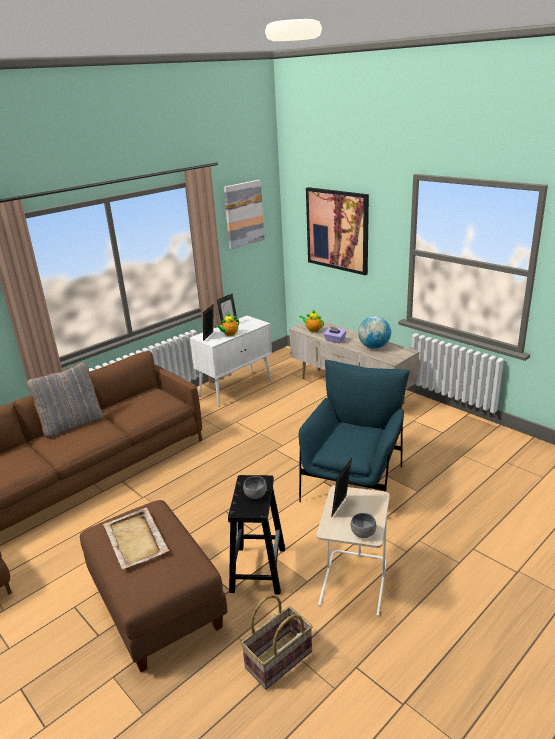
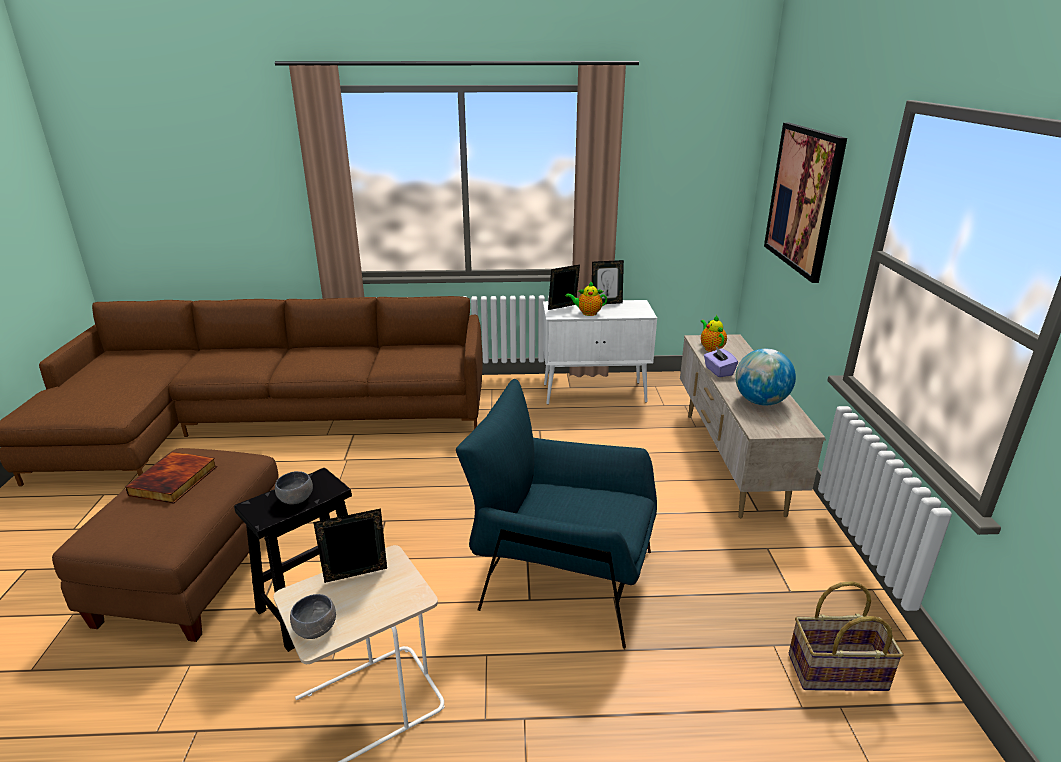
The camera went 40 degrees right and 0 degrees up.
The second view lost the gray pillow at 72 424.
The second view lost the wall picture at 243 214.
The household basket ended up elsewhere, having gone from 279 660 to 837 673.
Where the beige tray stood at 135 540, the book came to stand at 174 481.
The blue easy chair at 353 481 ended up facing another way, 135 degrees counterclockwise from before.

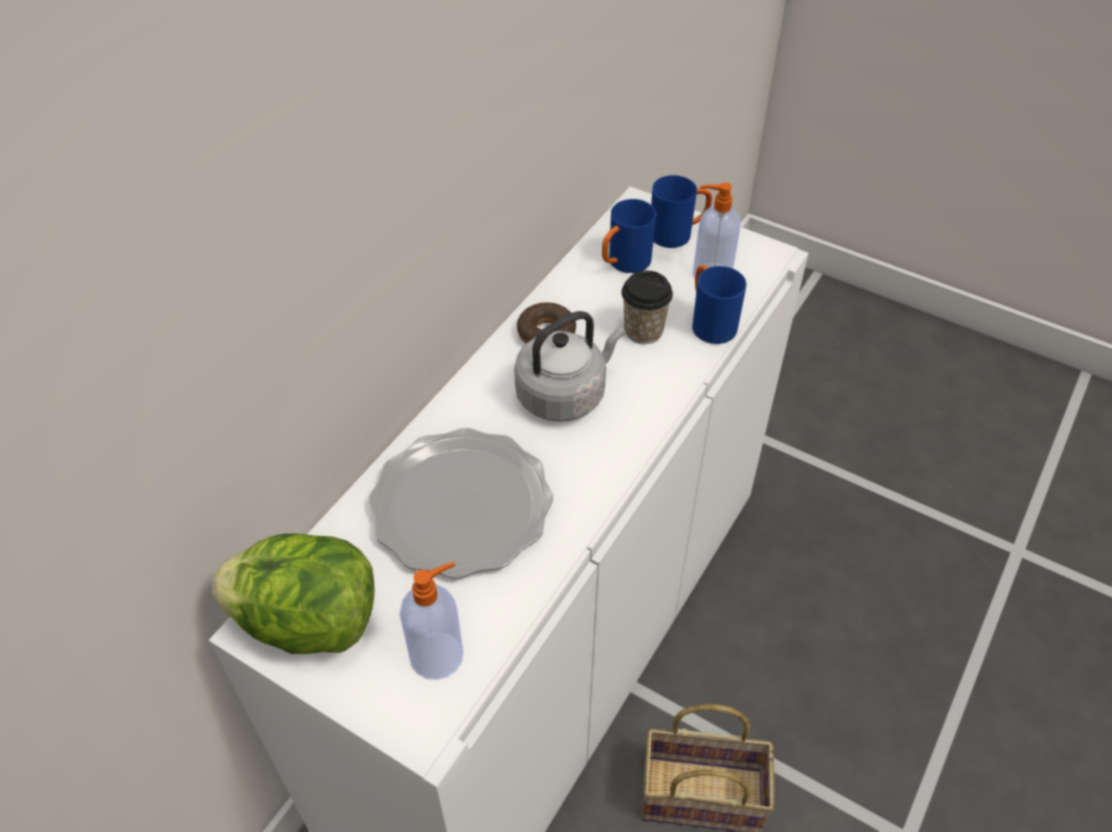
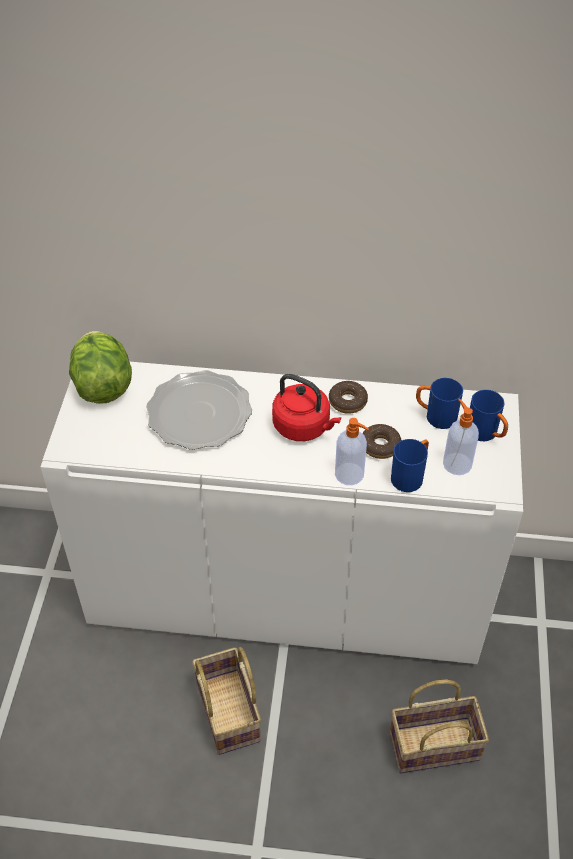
The camera went 65 degrees right and 0 degrees up.
The second view gained the household basket at 436 744.
The soap bottle ended up elsewhere, having gone from 438 655 to 350 475.
Where the small cup stood at 643 331, the doughnut came to stand at 380 445.
What was the gray kettle at 565 394 turned into the red kettle at 304 427.

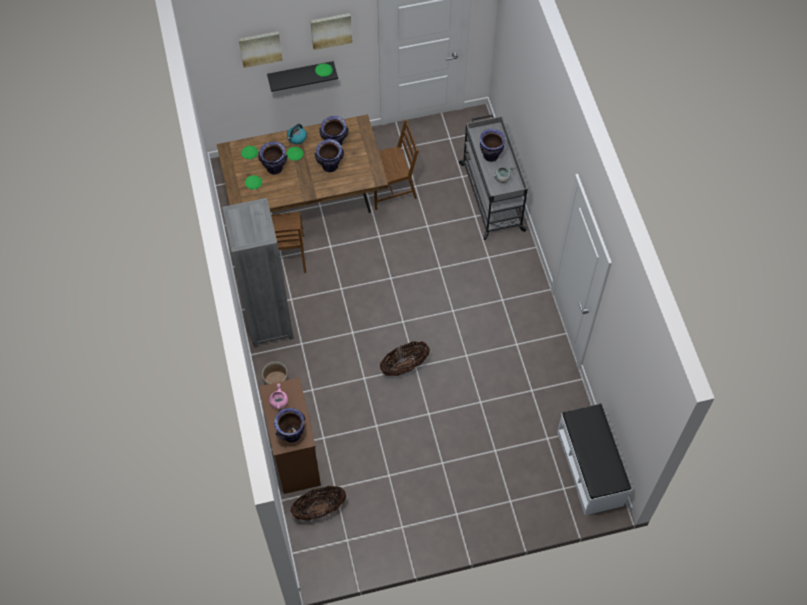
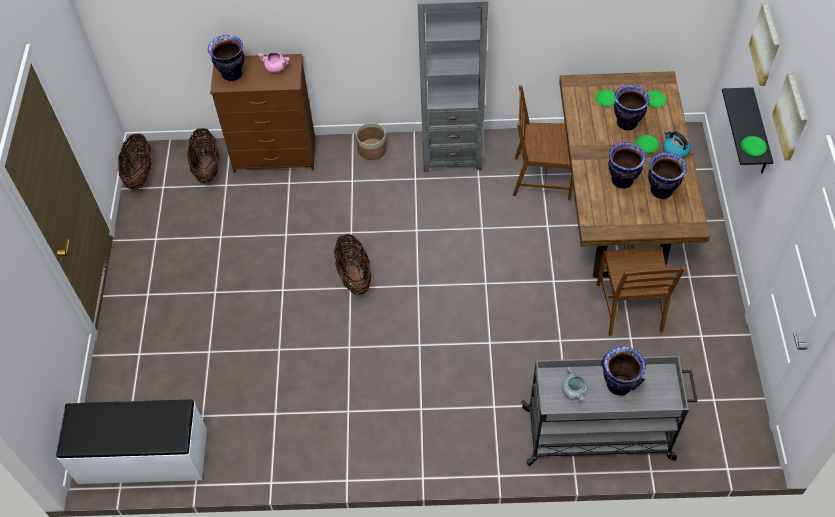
The camera went 105 degrees right and 5 degrees down.
The second view gained the household basket at 140 174.

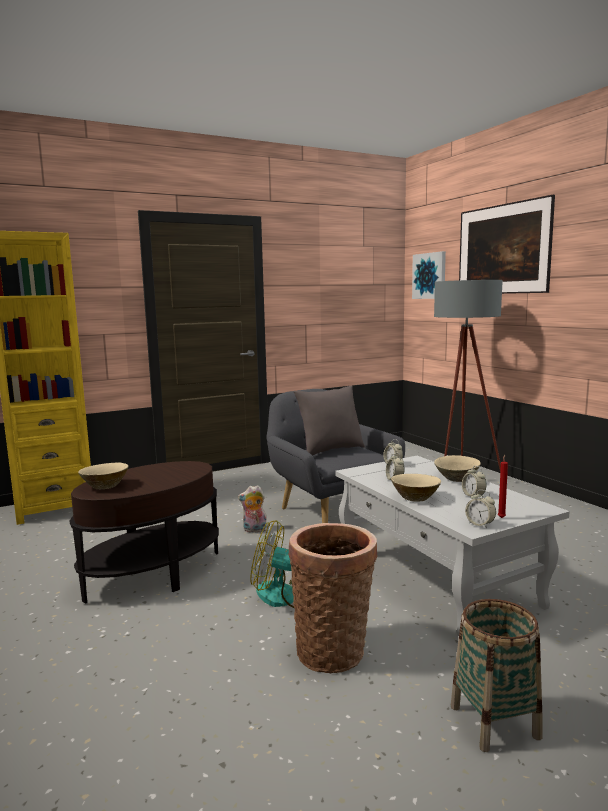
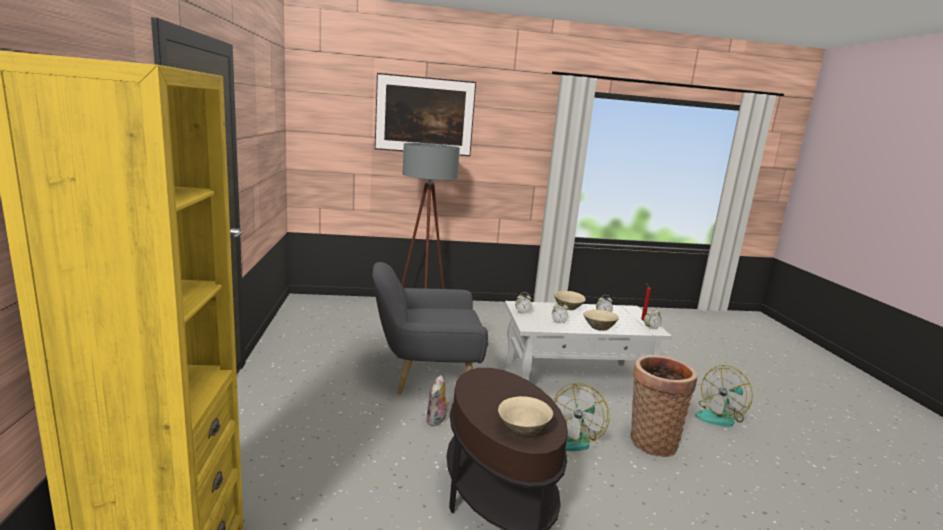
The camera went 70 degrees left and 5 degrees up.
The second view lost the gray pillow at 330 450.
The second view lost the wall picture at 429 276.
Where the household basket stood at 494 721, the electric fan came to stand at 720 417.

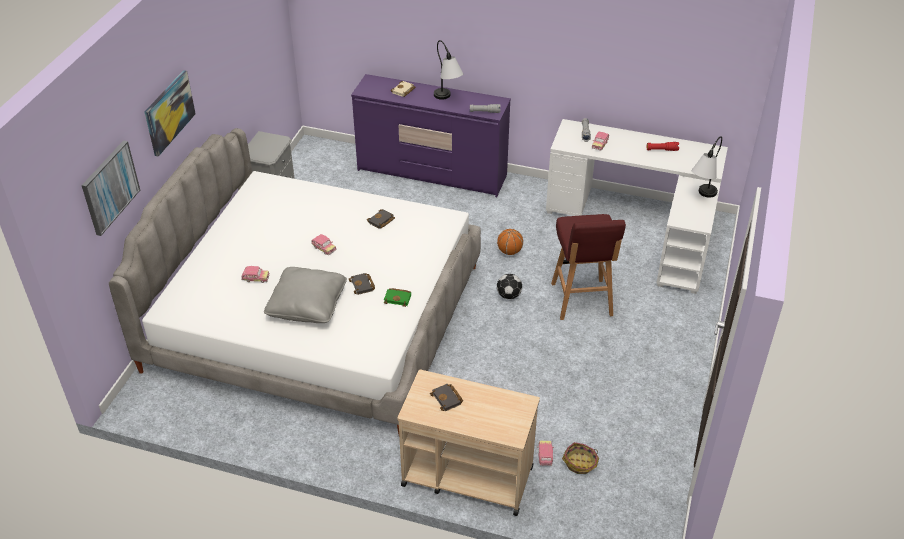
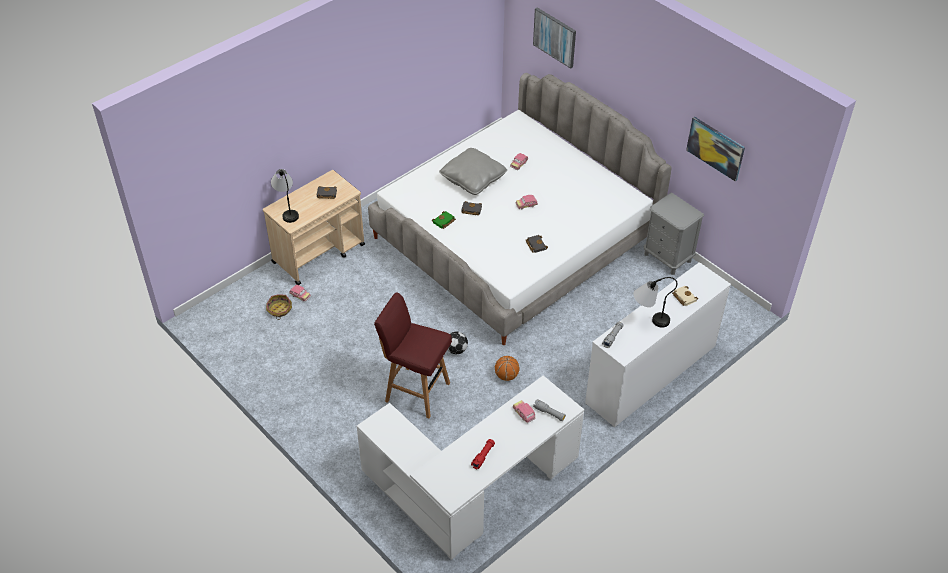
The camera went 120 degrees right and 5 degrees up.
The wall picture ended up elsewhere, having gone from 169 112 to 715 148.
The tabletop lamp ended up elsewhere, having gone from 701 198 to 287 209.
What was the purplish dresser at 432 173 turned into the white-coloured dresser at 651 374.

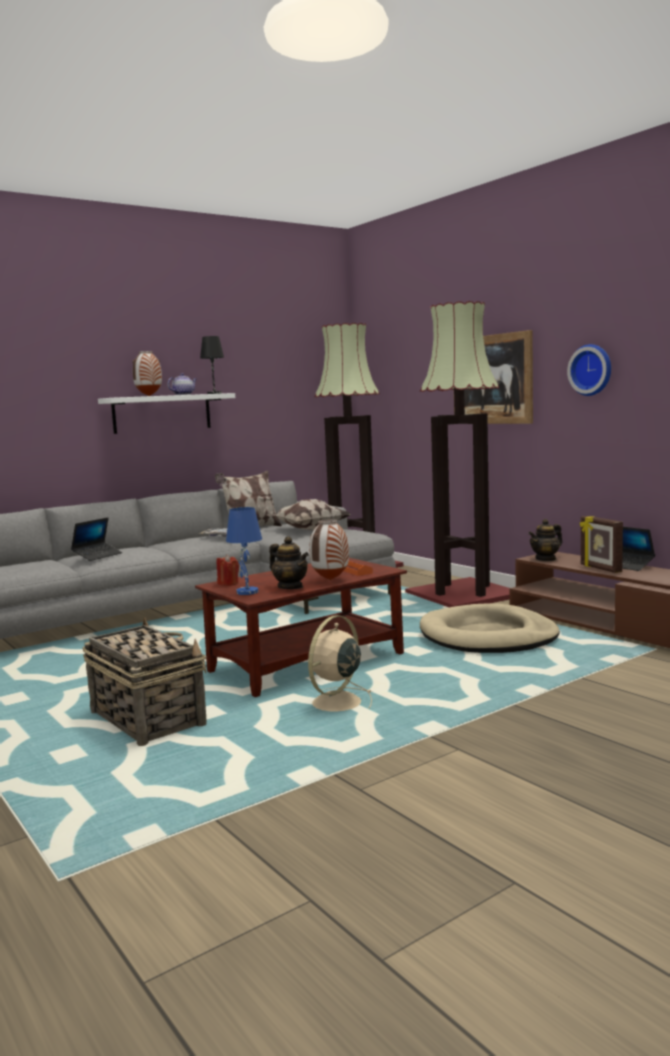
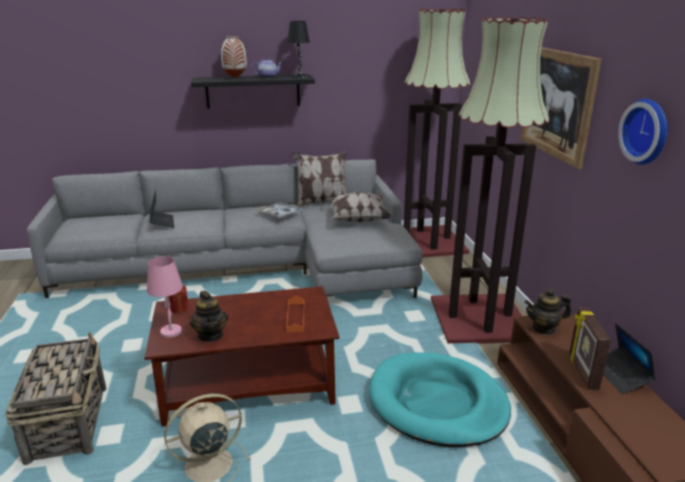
The camera went 25 degrees right and 15 degrees up.
The second view lost the vase at 330 580.
What was the white-coloured bracket shelf at 162 413 turned into the black bracket shelf at 253 91.
What was the blue tabletop lamp at 246 592 turned into the pink-coloured tabletop lamp at 170 331.
What was the beige dog bed at 488 636 turned into the turquoise dog bed at 437 403.
The notebook computer at 97 556 ended up facing another way, 75 degrees counterclockwise from before.

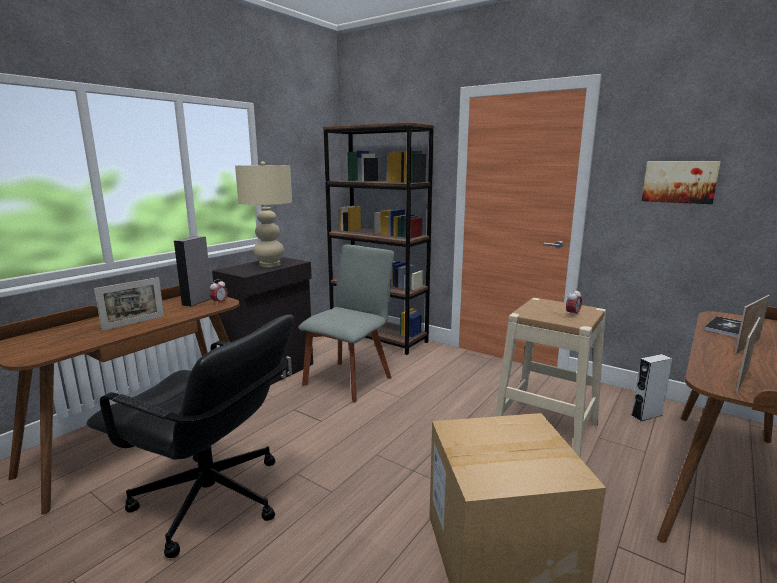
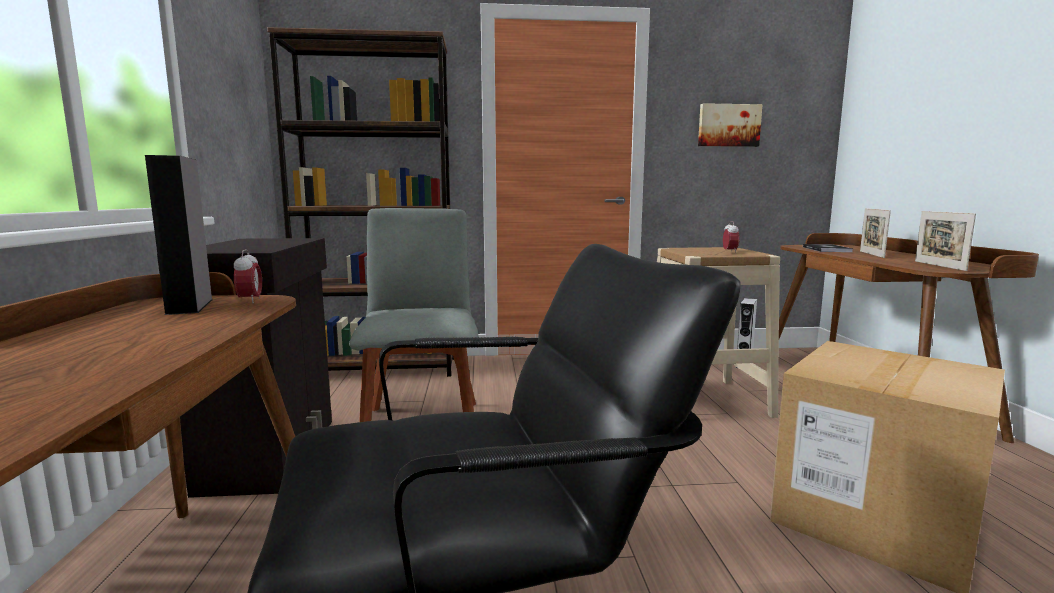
The camera went 40 degrees left and 5 degrees down.
The second view lost the standing frame at 134 323.
The second view lost the beige tabletop lamp at 270 265.

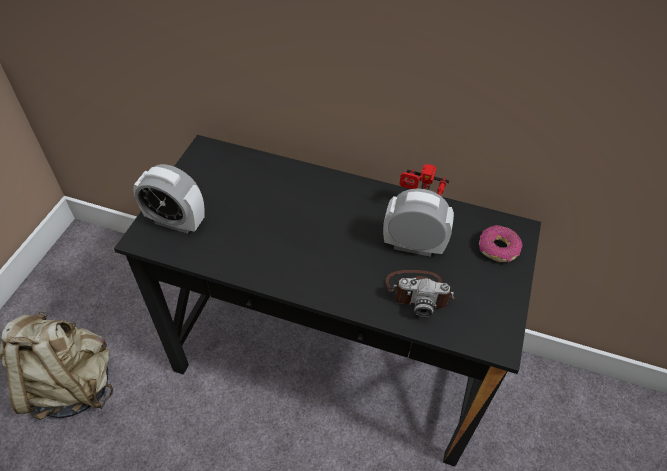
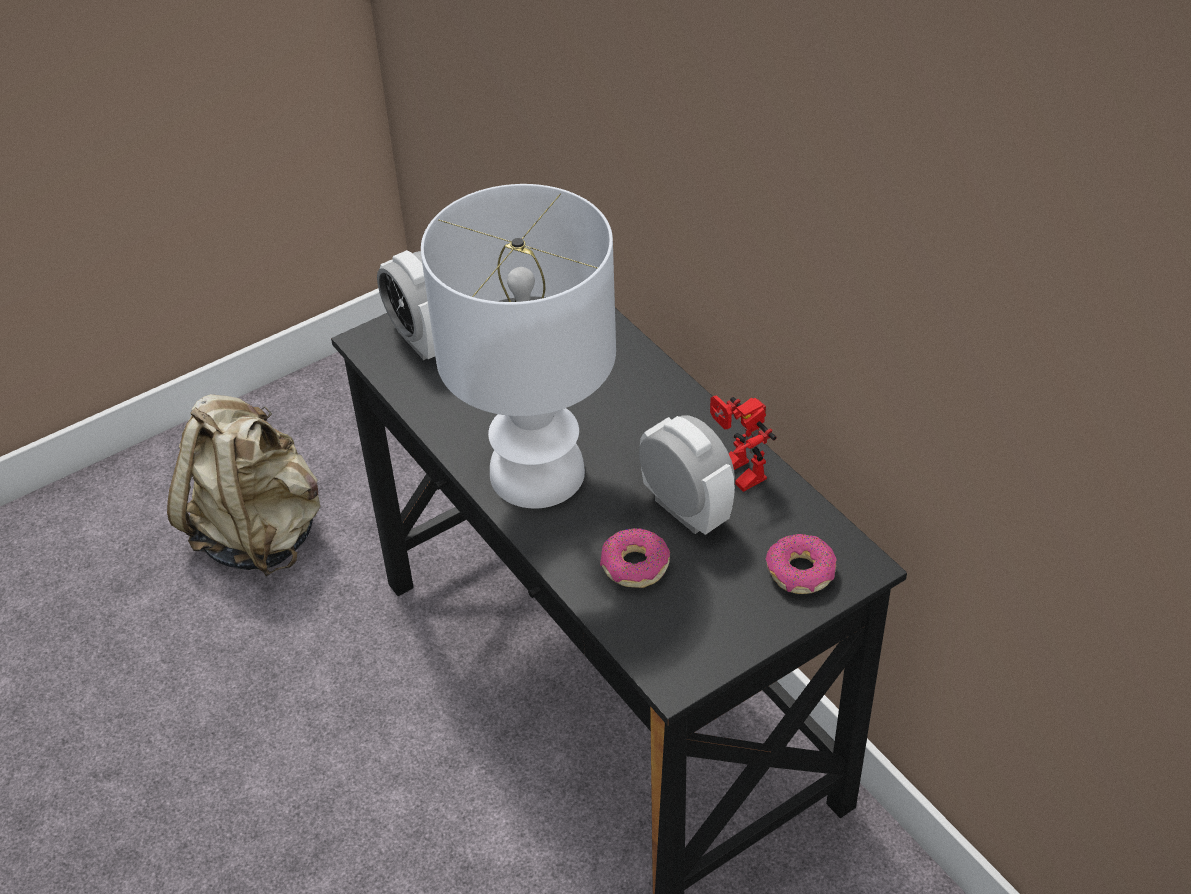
The camera went 40 degrees right and 5 degrees down.
The second view gained the white-coloured tabletop lamp at 537 475.
Where the photo camera stood at 419 292, the doughnut came to stand at 634 566.

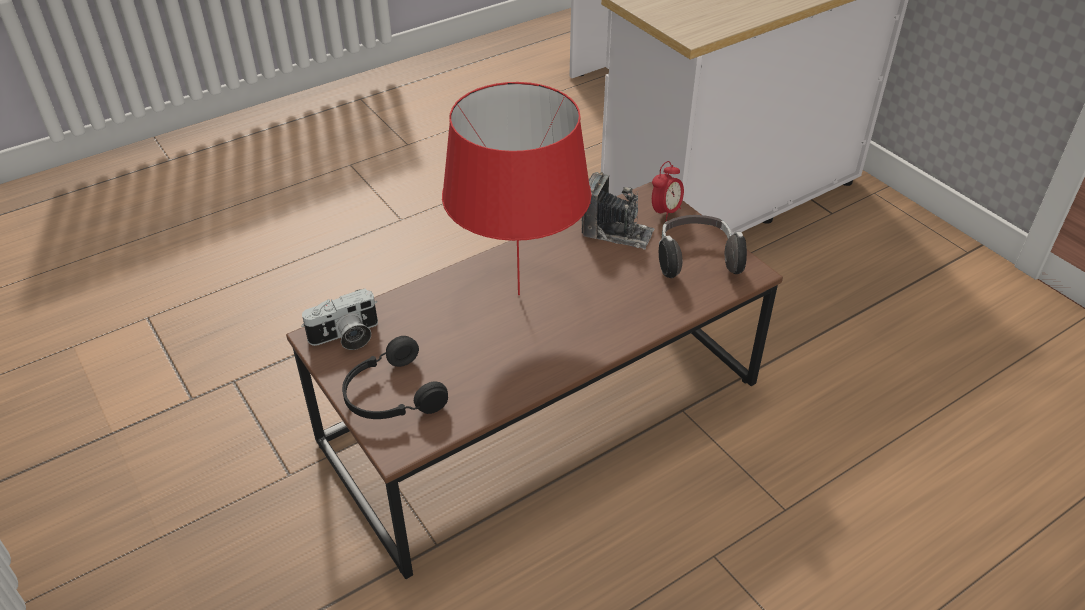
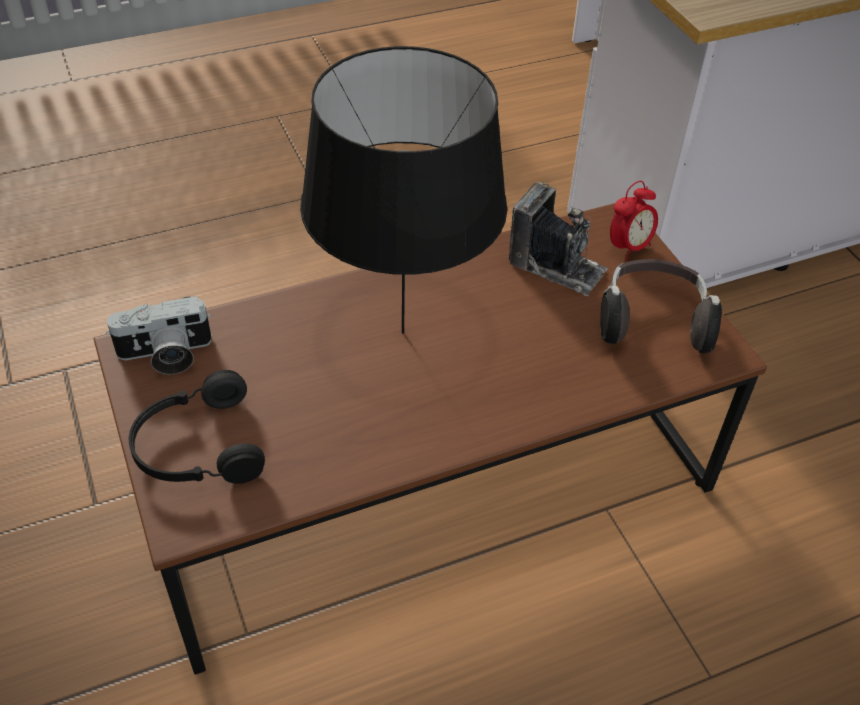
The camera went 10 degrees right and 5 degrees up.
What was the red tabletop lamp at 518 295 turned into the black tabletop lamp at 402 333.

